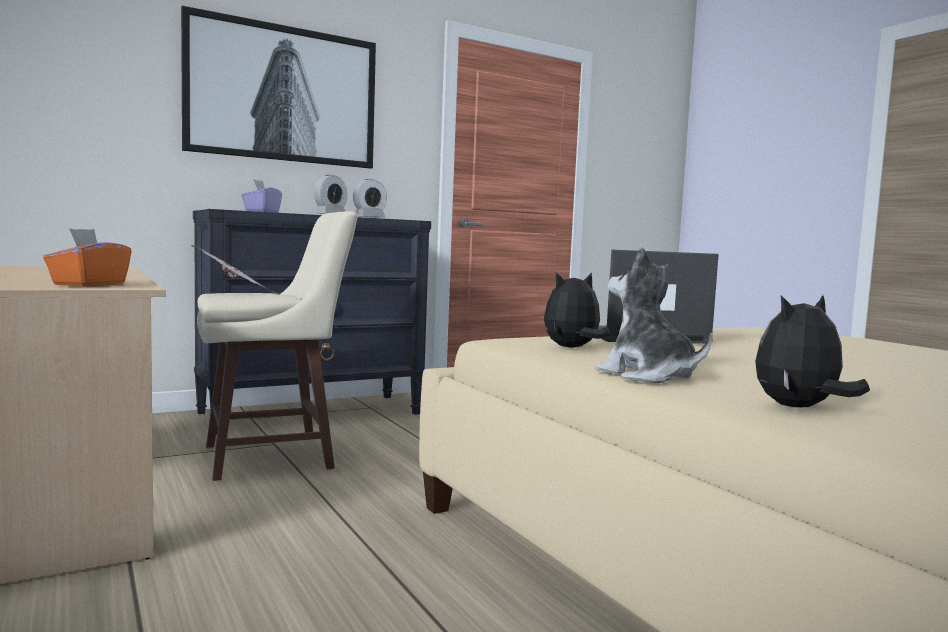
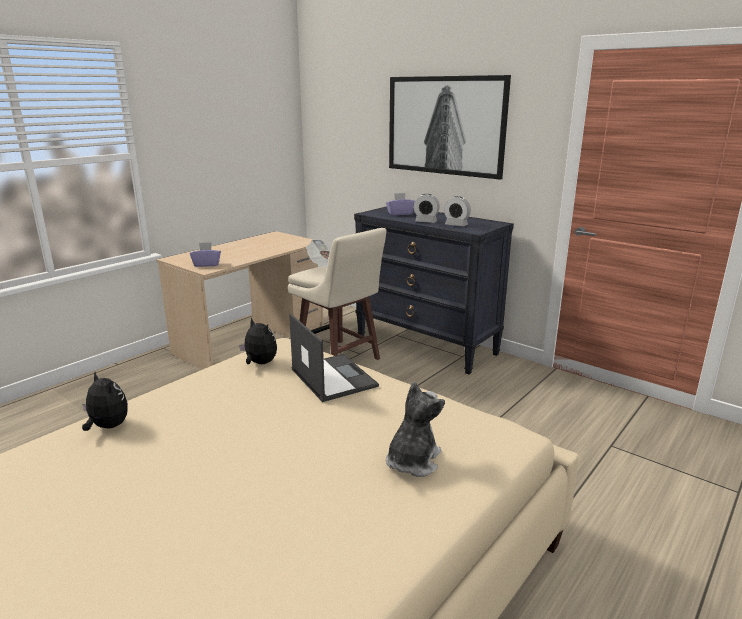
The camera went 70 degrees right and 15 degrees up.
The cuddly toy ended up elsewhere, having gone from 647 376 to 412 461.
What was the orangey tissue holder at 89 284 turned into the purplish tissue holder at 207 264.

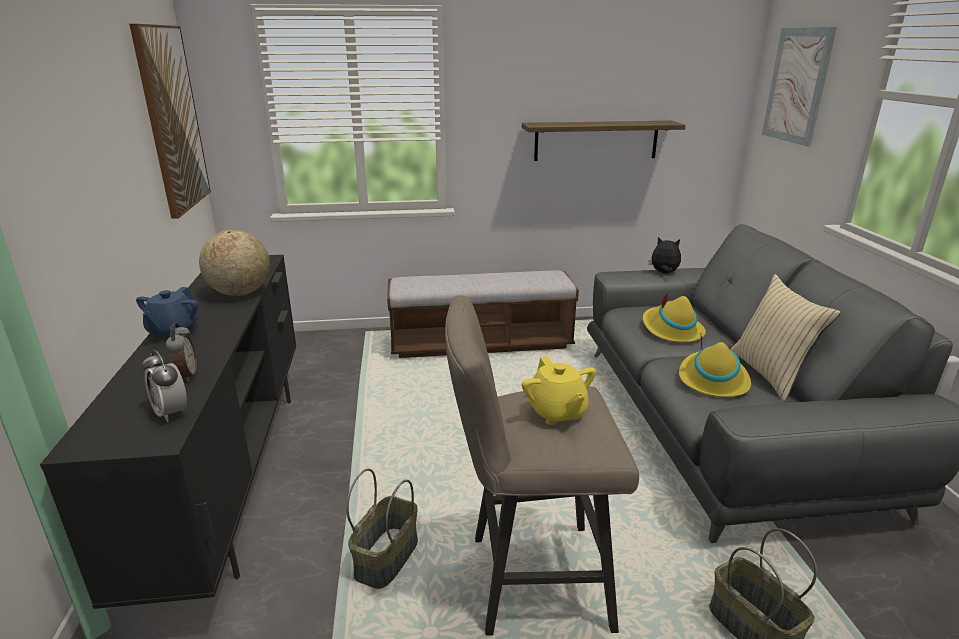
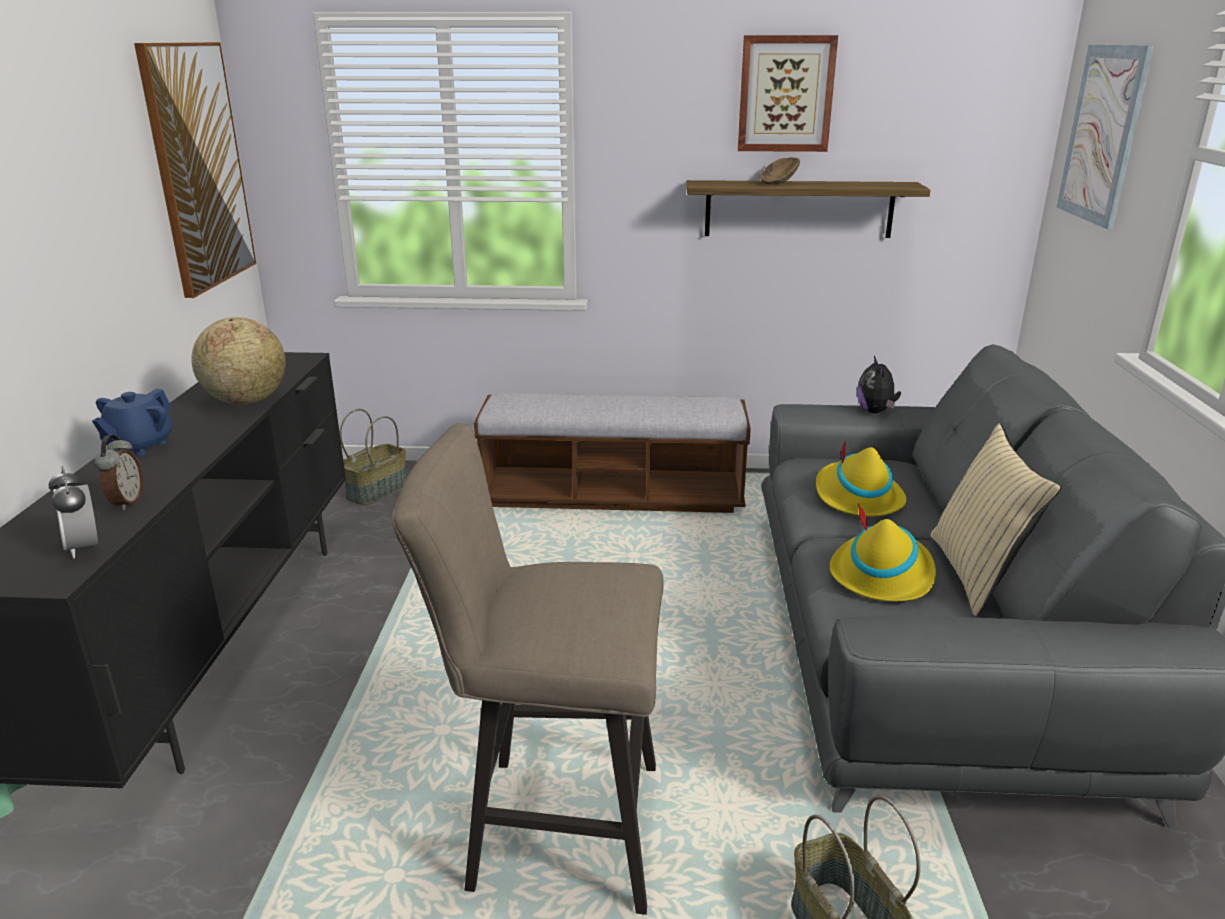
The camera went 10 degrees right and 0 degrees up.
The second view lost the yellow teapot at 557 412.
The second view gained the wall picture at 785 94.
The second view gained the brownish deep dish at 777 183.
The household basket ended up elsewhere, having gone from 386 557 to 377 490.
The cuddly toy at 664 273 ended up facing another way, 120 degrees counterclockwise from before.

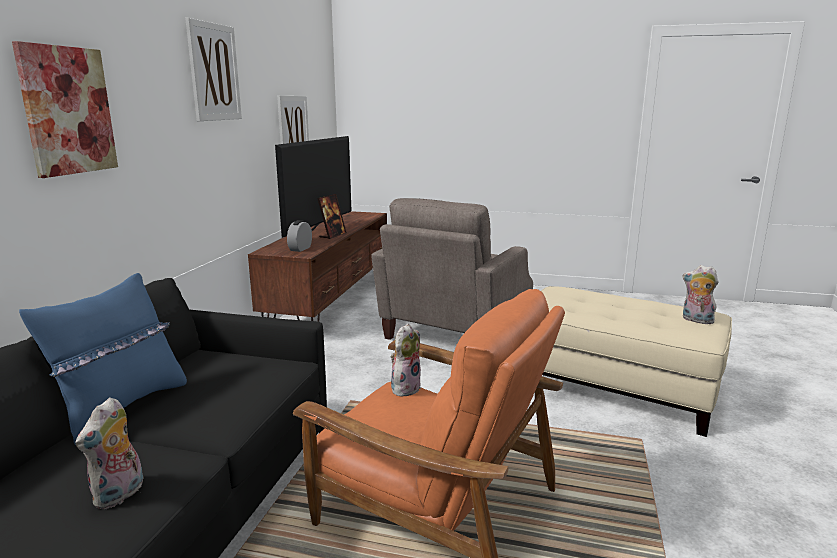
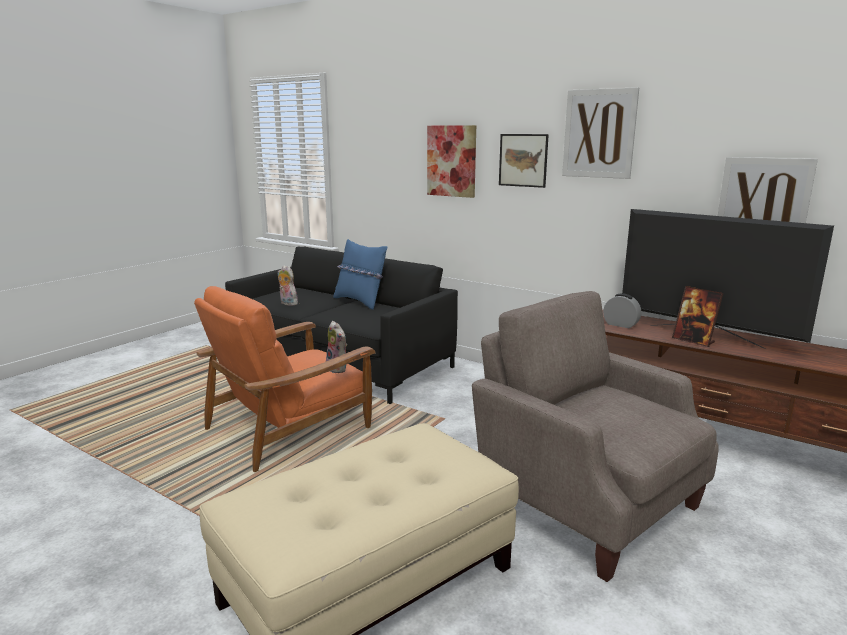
The camera went 110 degrees right and 0 degrees up.
The second view lost the cuddly toy at 696 320.
The second view gained the wall picture at 523 160.

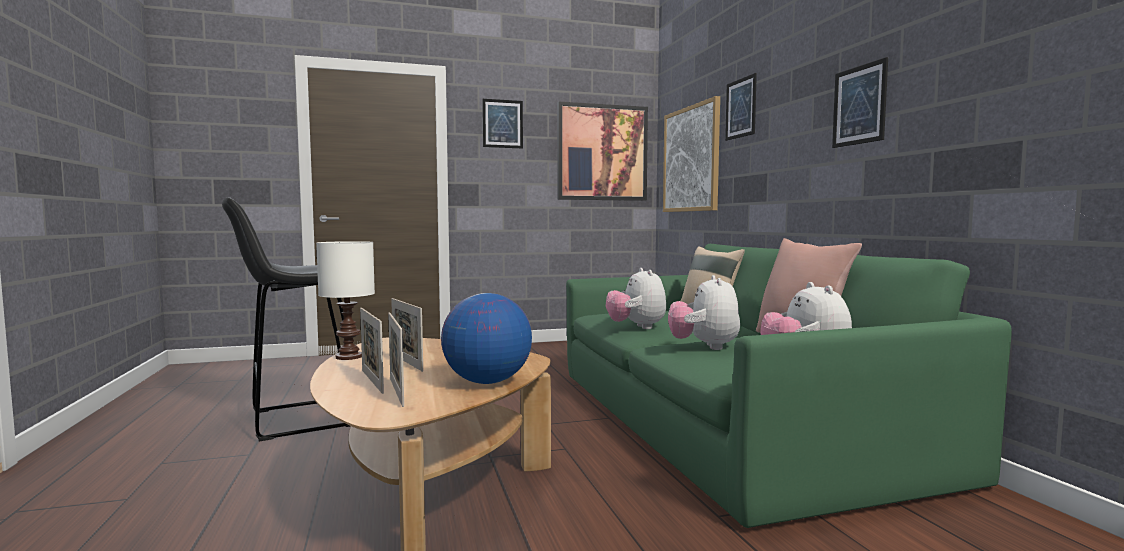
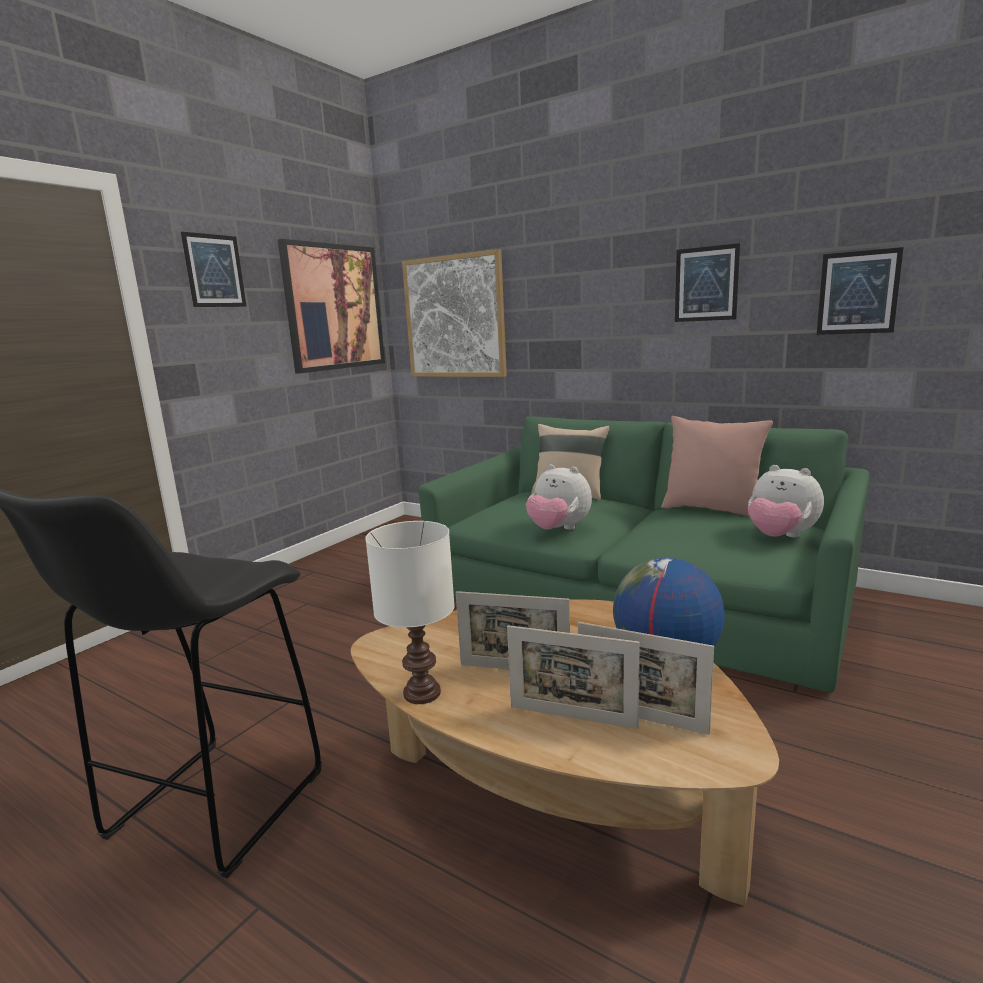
The camera went 40 degrees left and 10 degrees up.
The second view lost the cuddly toy at 704 347.
The wall picture ended up elsewhere, having gone from 740 108 to 858 292.

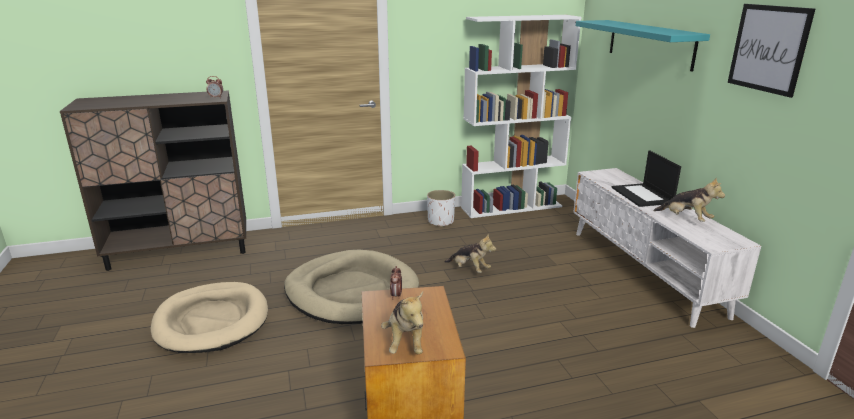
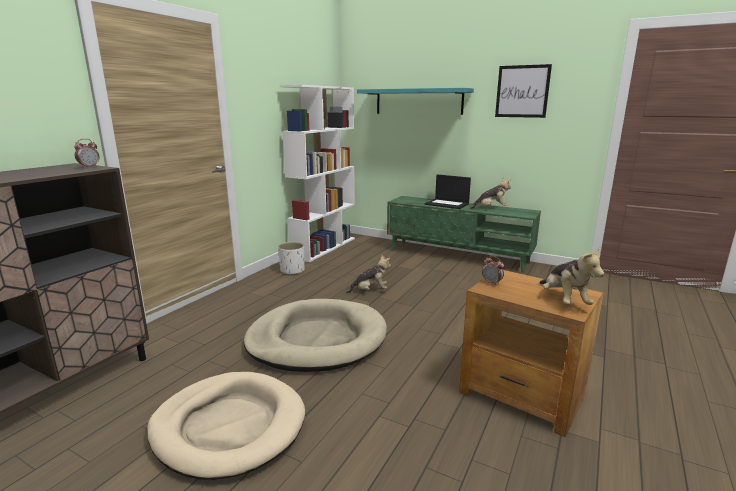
The camera went 45 degrees left and 5 degrees down.
What was the white-coloured media console at 644 271 turned into the green-coloured media console at 458 256.
The cuddly toy at 406 342 ended up facing another way, 45 degrees clockwise from before.

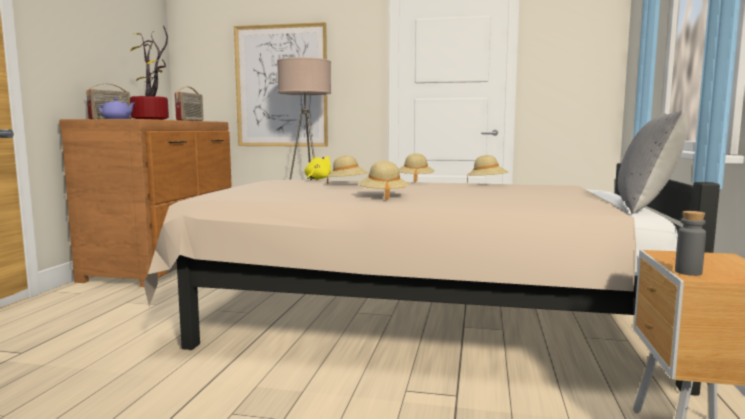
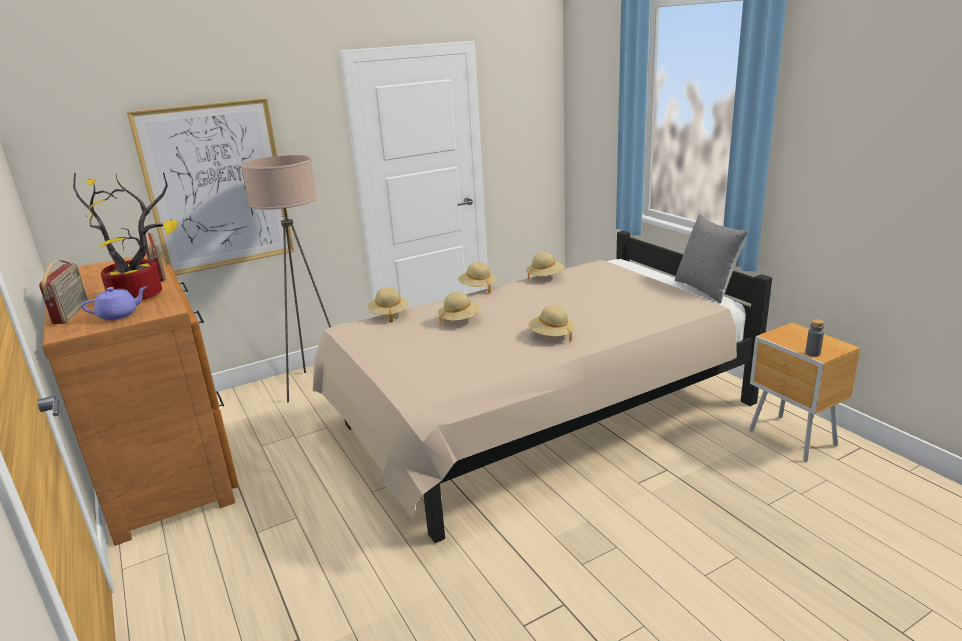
The camera went 40 degrees left and 15 degrees up.
Where the yellow cuddly toy stood at 317 179, the beige clothing hat came to stand at 389 314.

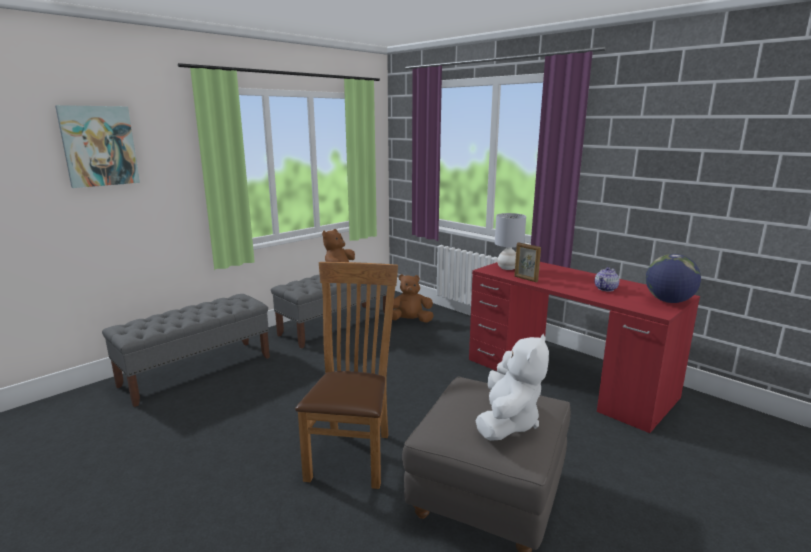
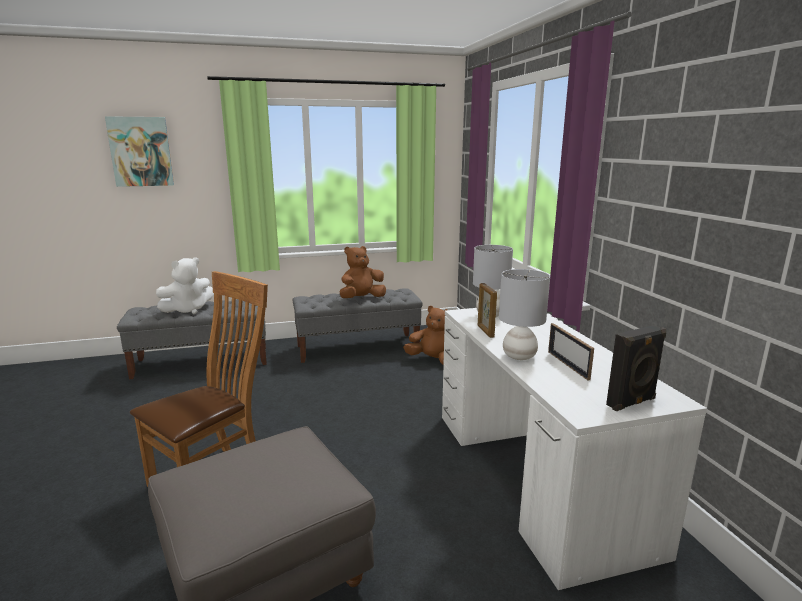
The camera went 30 degrees right and 0 degrees up.
The second view gained the gray tabletop lamp at 519 356.
The white-coloured cuddly toy ended up elsewhere, having gone from 507 422 to 188 310.
Where the teapot stood at 606 289, the standing frame came to stand at 568 365.
Where the world globe stood at 668 301, the black loudspeaker came to stand at 632 403.
What was the red desk unit at 567 377 turned into the white-coloured desk unit at 534 475.

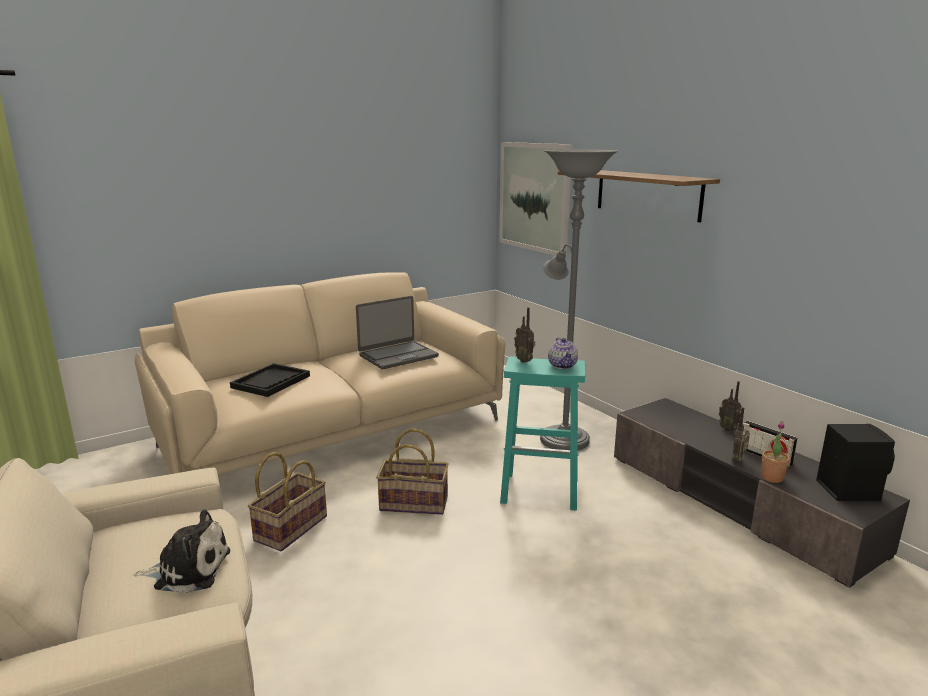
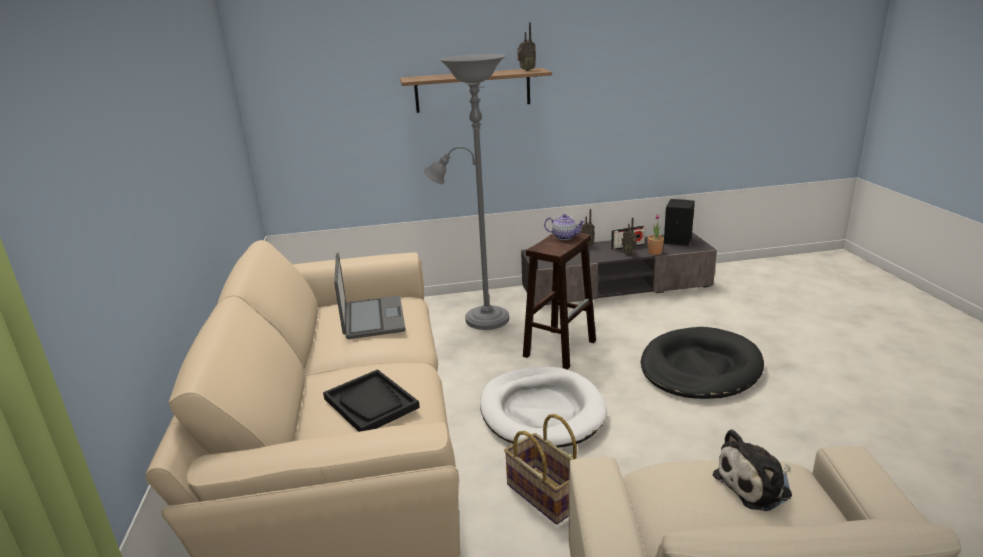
The camera went 65 degrees left and 5 degrees up.
The second view lost the wall picture at 534 197.
The second view gained the black dog bed at 699 368.
The radio ended up elsewhere, having gone from 524 361 to 526 70.
Where the household basket stood at 414 503, the white-coloured dog bed came to stand at 541 411.
What was the turquoise sitting stool at 541 491 turned into the brownish sitting stool at 560 348.
The cuddly toy at 188 569 ended up facing another way, 135 degrees counterclockwise from before.

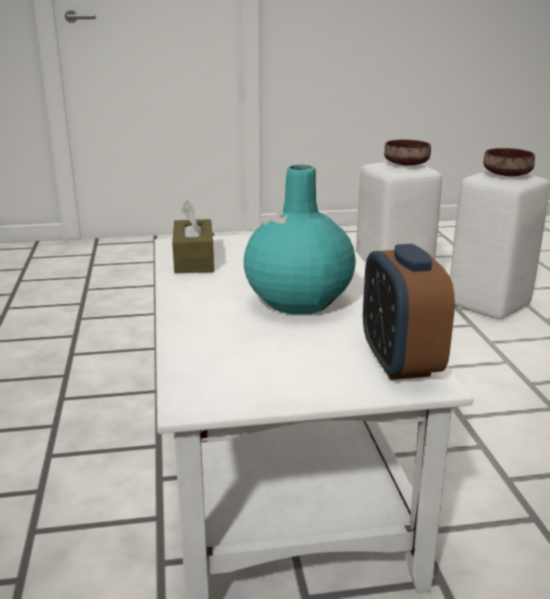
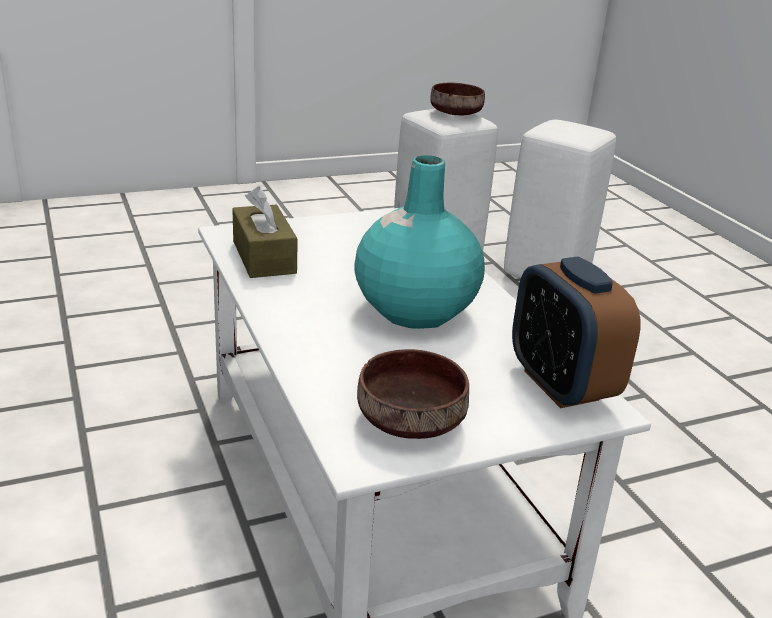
The camera went 15 degrees left and 5 degrees up.
The brownish deep dish ended up elsewhere, having gone from 507 175 to 412 421.

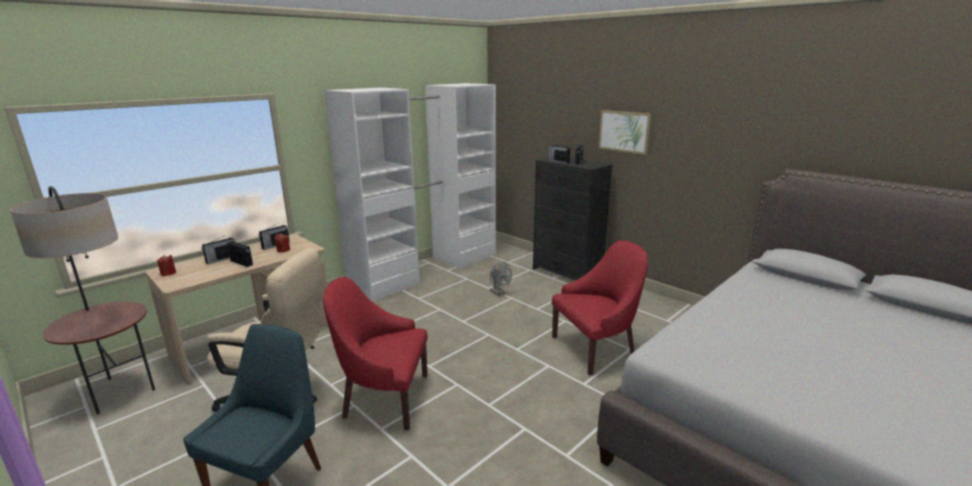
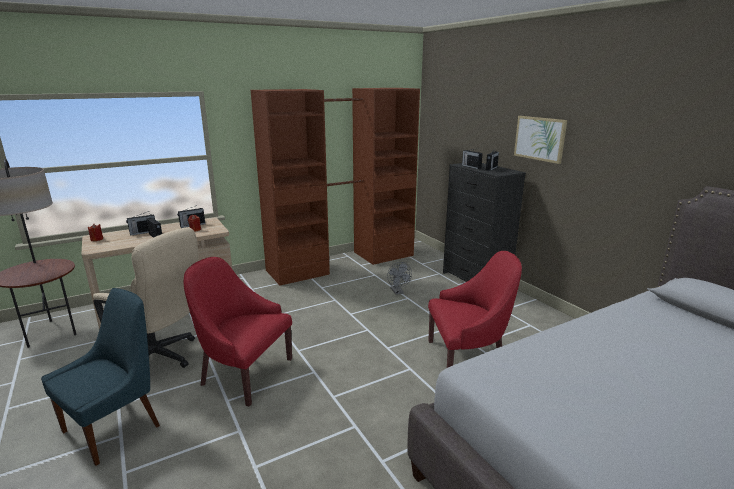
The camera went 15 degrees right and 0 degrees up.
What was the white-coloured armoire at 427 269 turned into the brownish armoire at 343 262.

